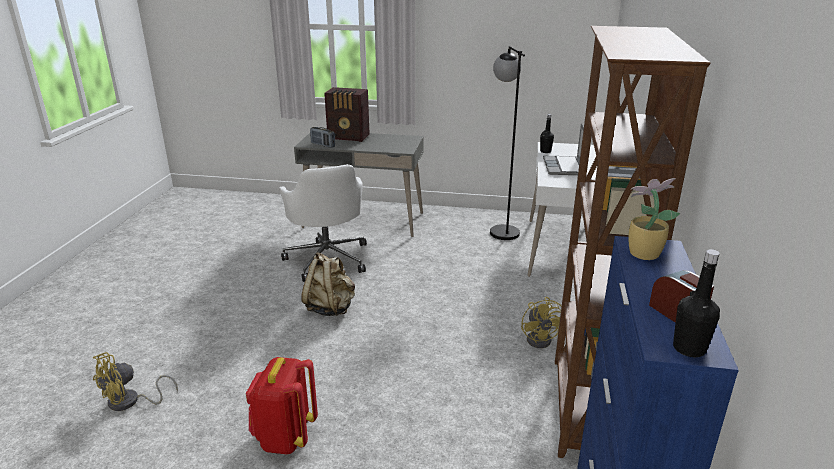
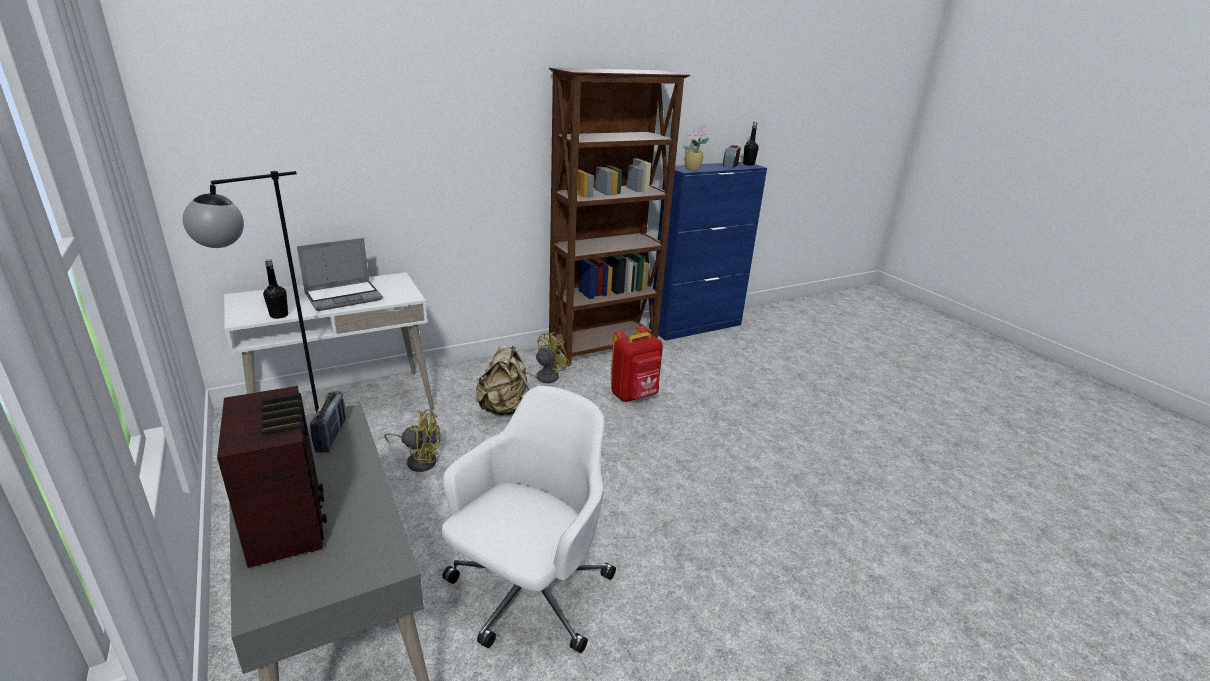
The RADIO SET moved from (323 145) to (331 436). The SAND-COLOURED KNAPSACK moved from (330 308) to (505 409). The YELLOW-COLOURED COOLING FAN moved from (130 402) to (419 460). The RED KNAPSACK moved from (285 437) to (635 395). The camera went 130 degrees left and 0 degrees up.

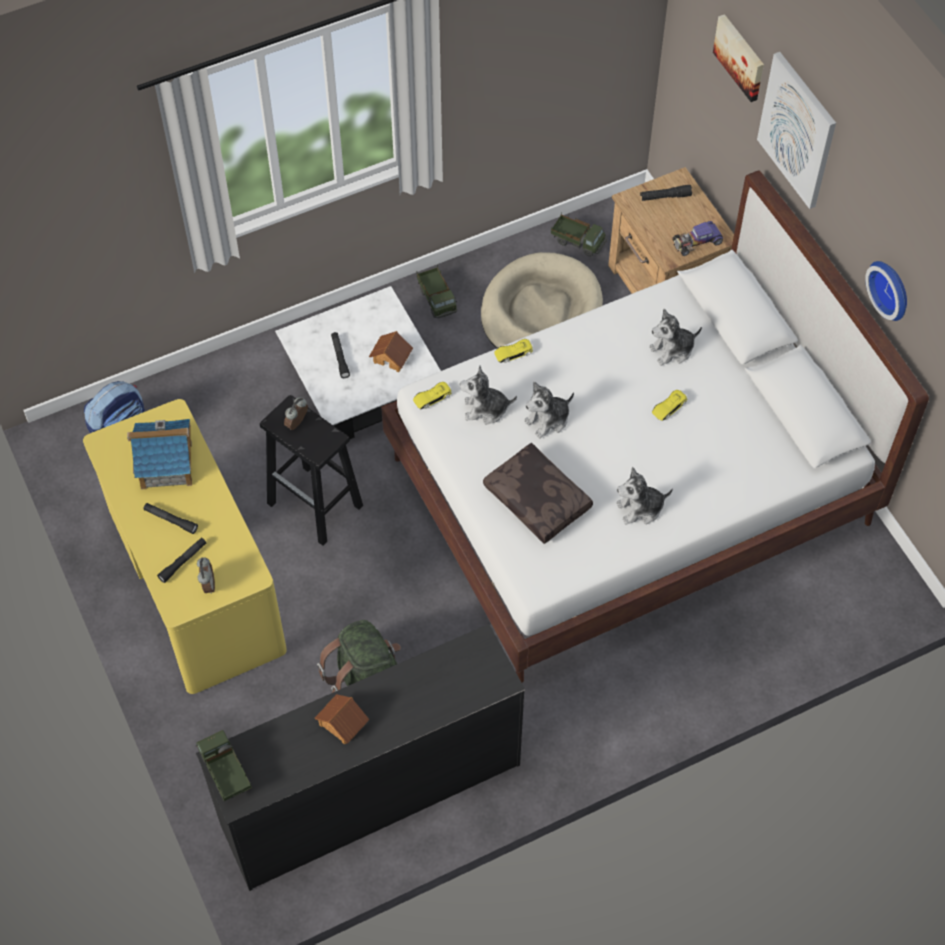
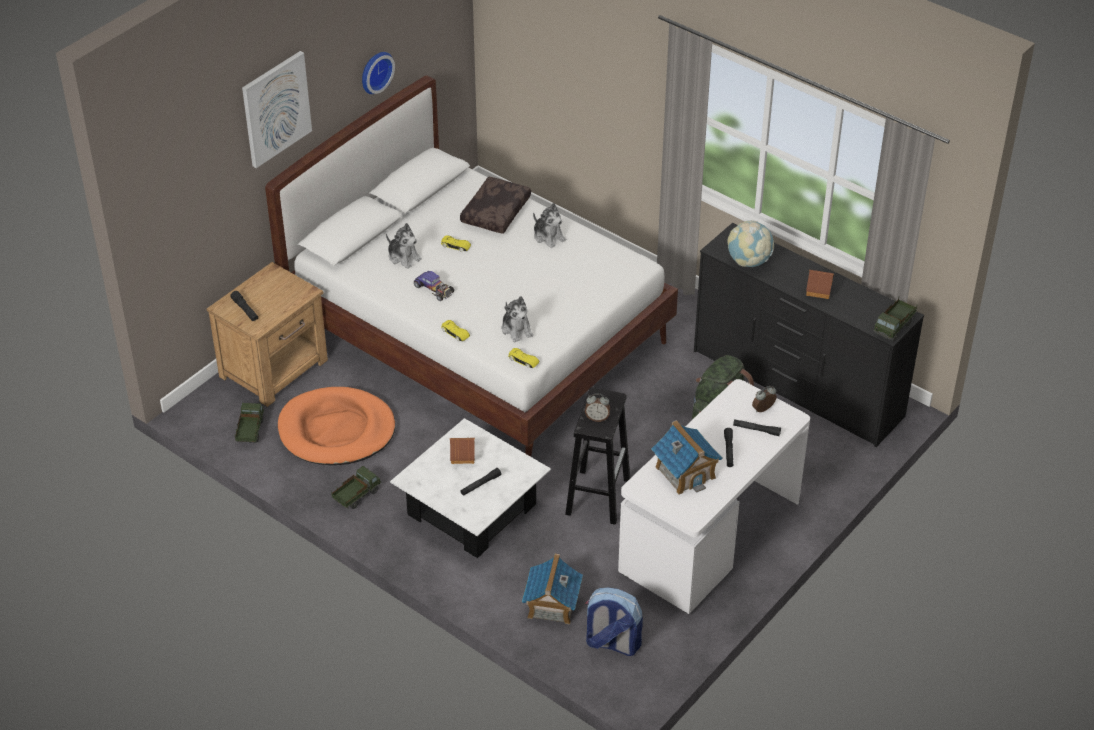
The WALL ART at (740 57) disappeared. The MINIATURE CAR moved from (696 242) to (434 289). The SAND-COLOURED DOG BED at (540 312) became the ORANGEY DOG BED at (336 431). The PLUSH TOY at (548 420) disappeared. The YELLOW-COLOURED DESK TABLE at (194 582) became the WHITE DESK TABLE at (710 539). The BROWN CUSHION moved from (539 499) to (495 211). The GLOBE at (749 261) appeared. The TOY HOUSE at (552 605) appeared. The camera went 115 degrees left and 15 degrees down.

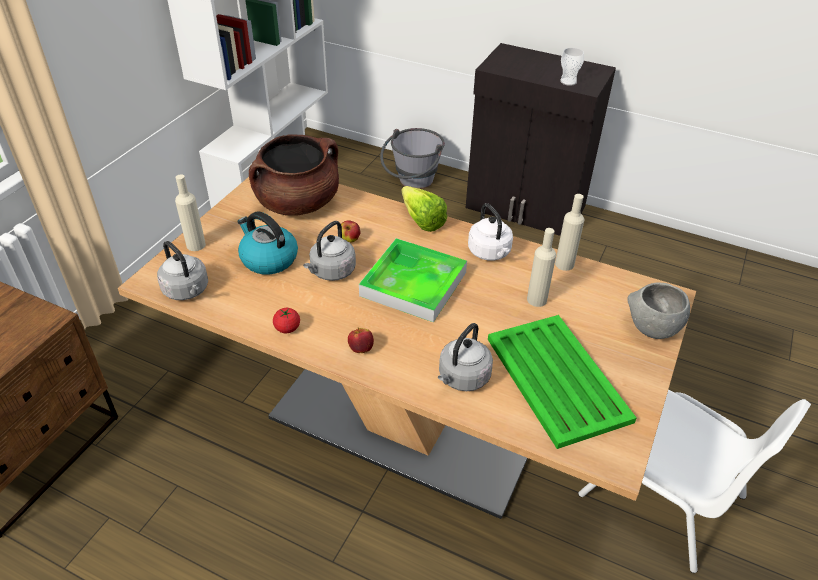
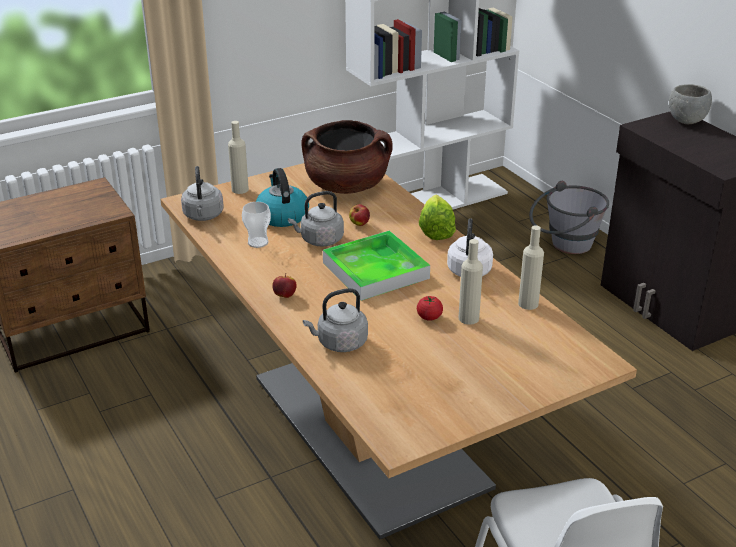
The CUP moved from (568 82) to (258 242). The GREY SERVING BOWL moved from (651 329) to (686 121). The FRESH TOMATO moved from (287 328) to (429 317). The GREEN-COLOURED SERVING TRAY at (557 380) disappeared. The camera went 35 degrees right and 10 degrees down.

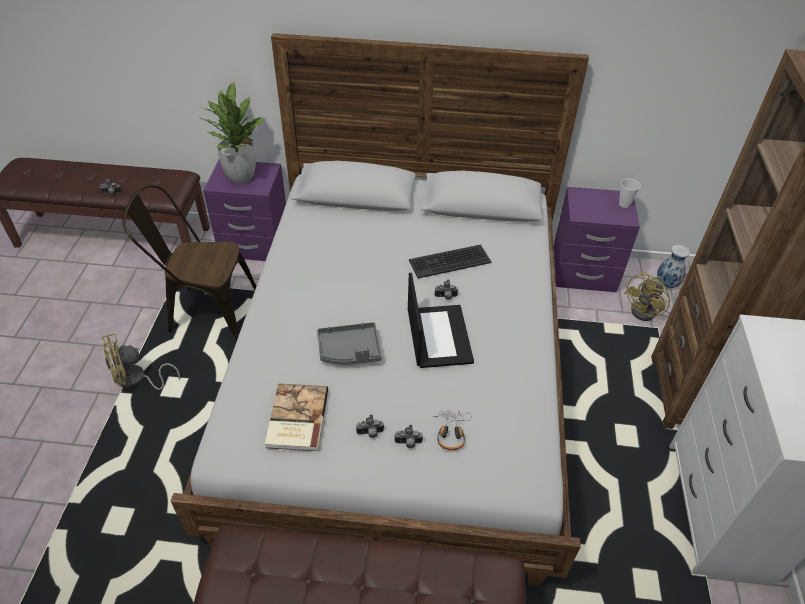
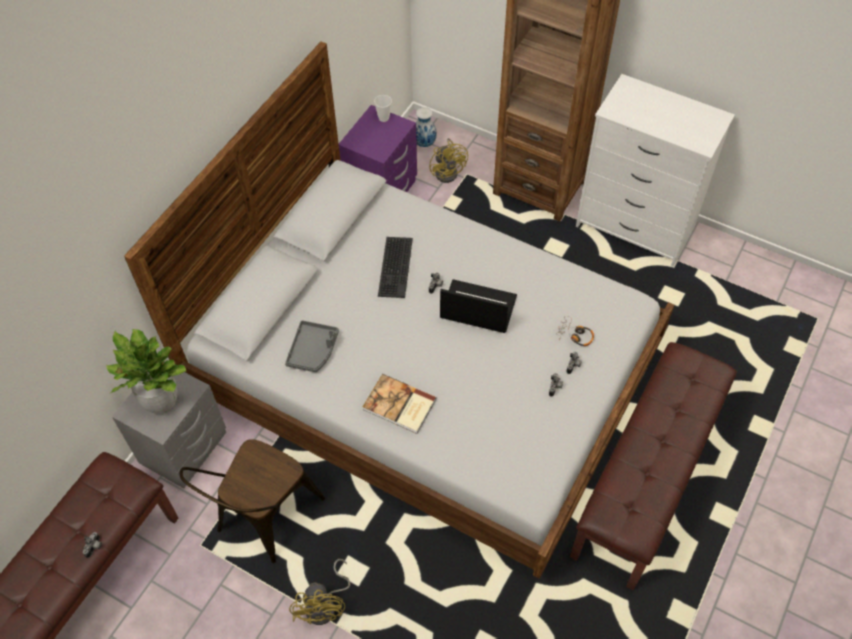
The PURPLISH NIGHT TABLE at (255 244) became the GREY NIGHT TABLE at (183 448). The GREY SERVING TRAY moved from (349 350) to (313 350). The BOUND BOOK moved from (296 419) to (399 406). The camera went 65 degrees left and 10 degrees up.

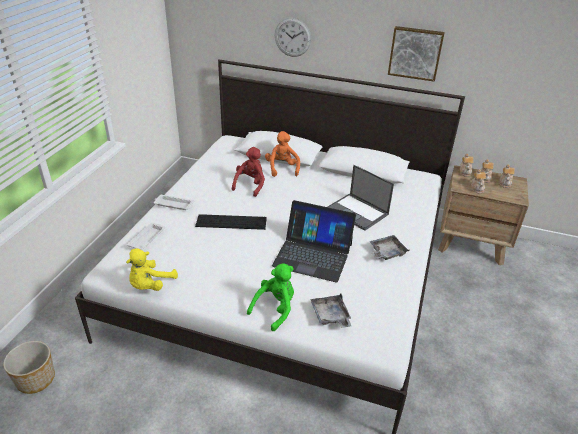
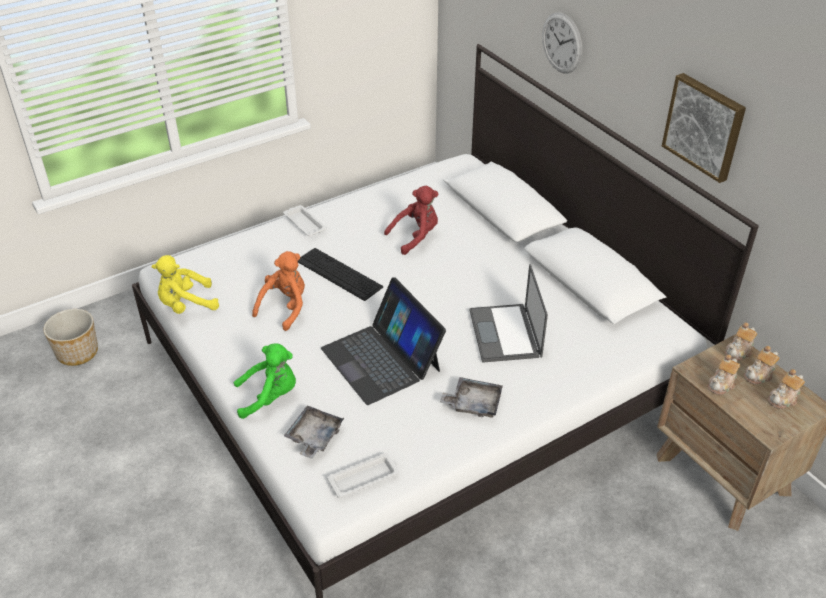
The ORANGEY PLUSH TOY moved from (282 168) to (285 307). The WHITE SERVING TRAY moved from (147 238) to (365 478). The camera went 40 degrees right and 5 degrees up.

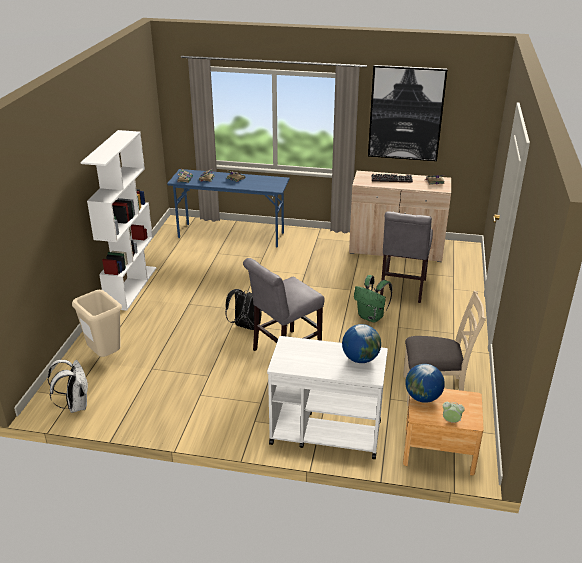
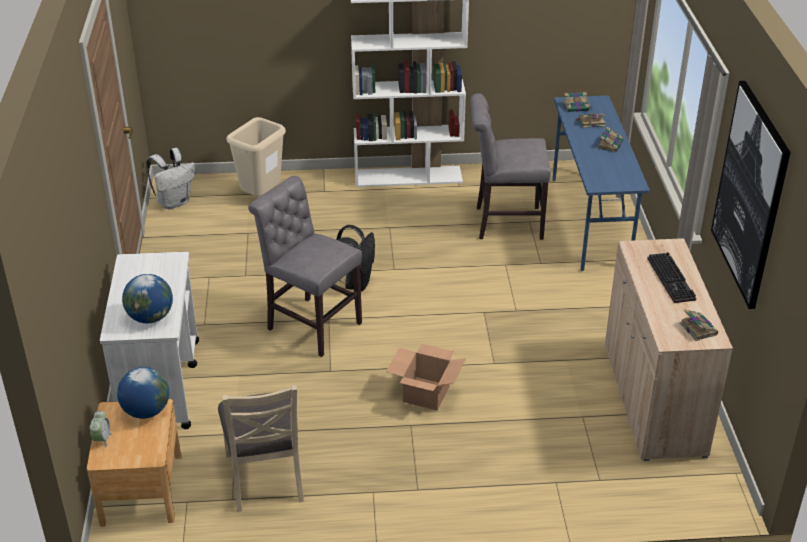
The GREY CHAIR moved from (402 290) to (504 223). The GREEN-COLOURED KNAPSACK at (371 317) was replaced by the PACKING BOX at (426 394). The camera went 75 degrees right and 5 degrees up.

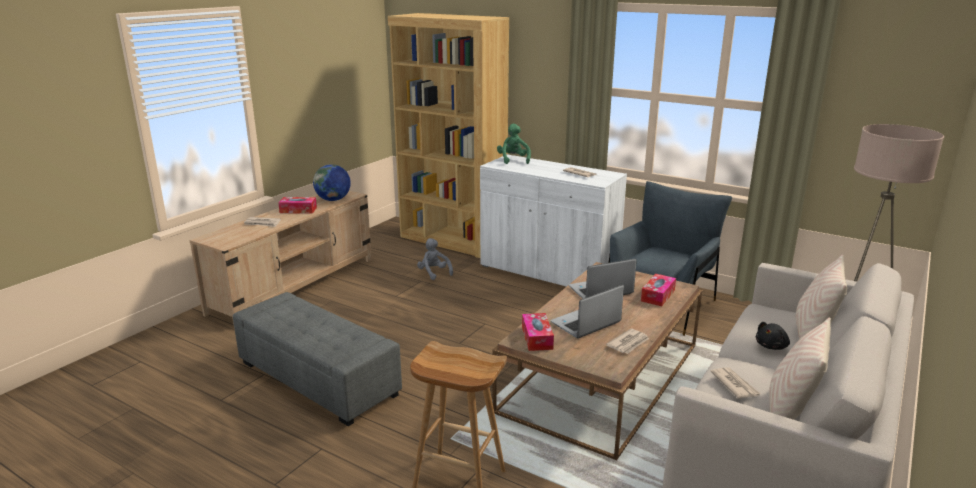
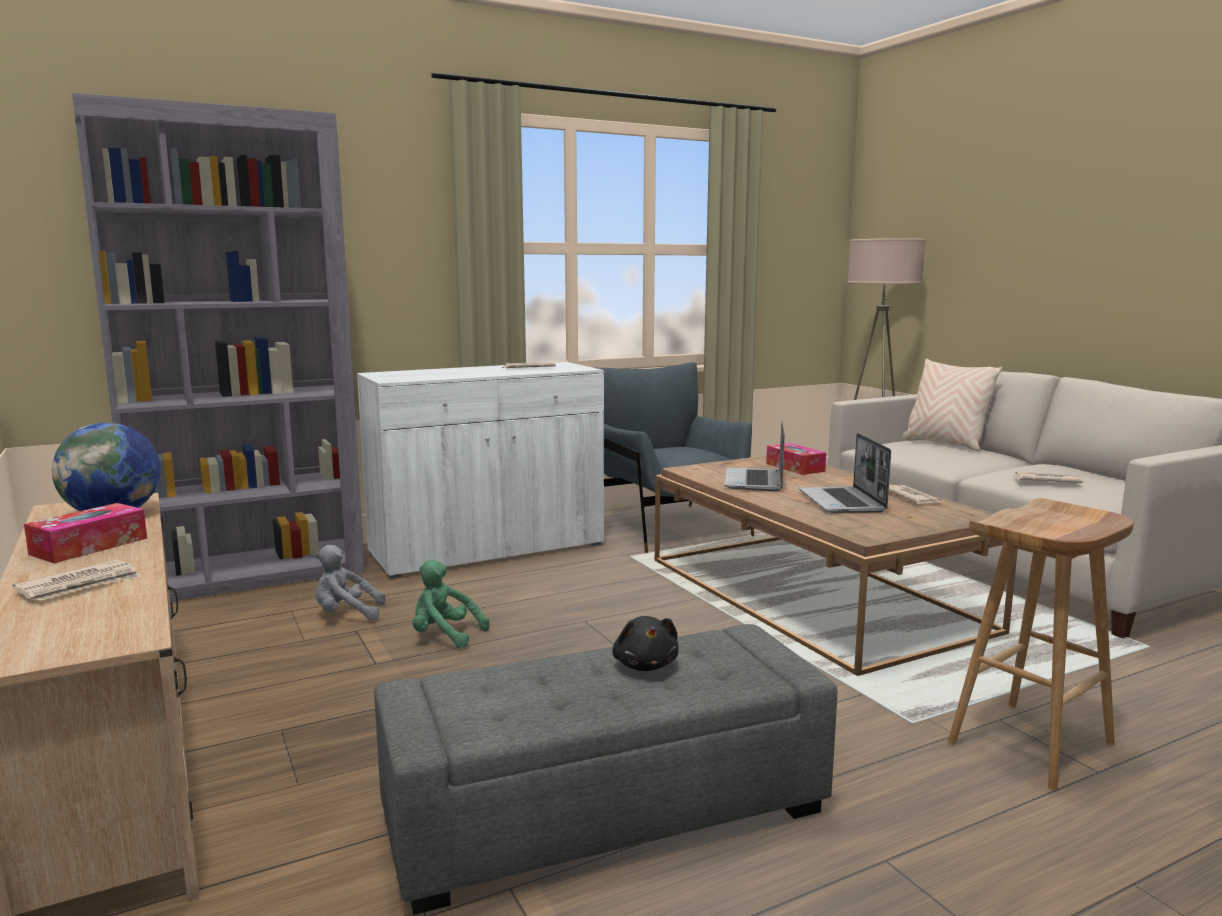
The BROWN BOOKCASE at (452 240) became the GREY BOOKCASE at (252 575). The GREEN-COLOURED PLUSH TOY moved from (513 160) to (445 635). The TISSUE HOLDER at (537 338) disappeared. The SAND-COLOURED CUSHION at (790 411) disappeared. The BLACKISH PLUSH TOY moved from (772 346) to (645 665). The camera went 60 degrees left and 10 degrees down.

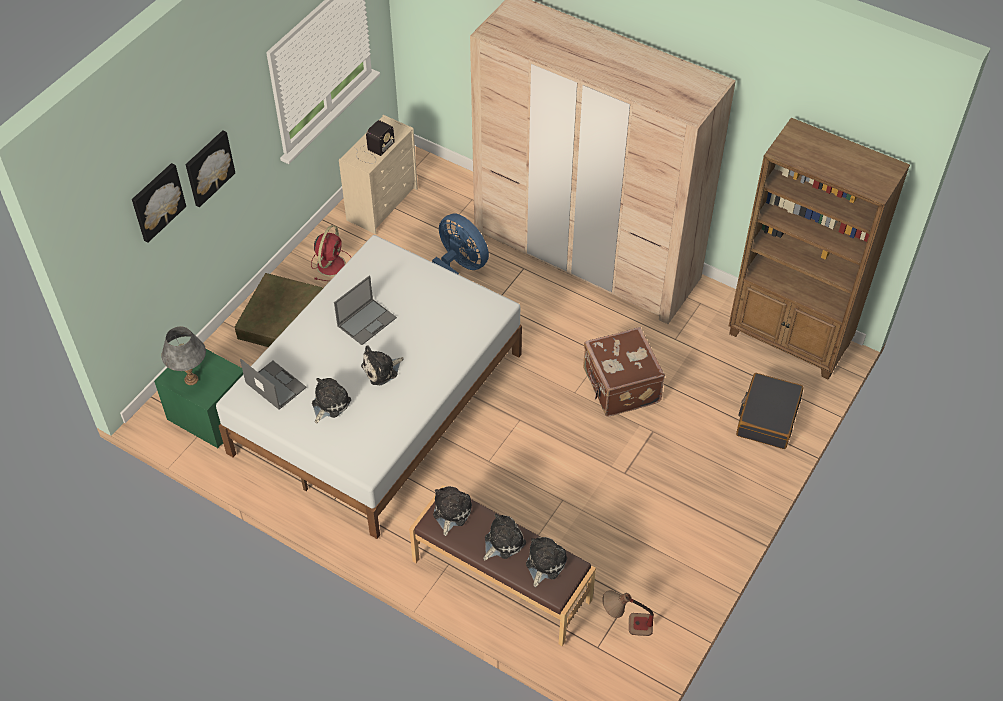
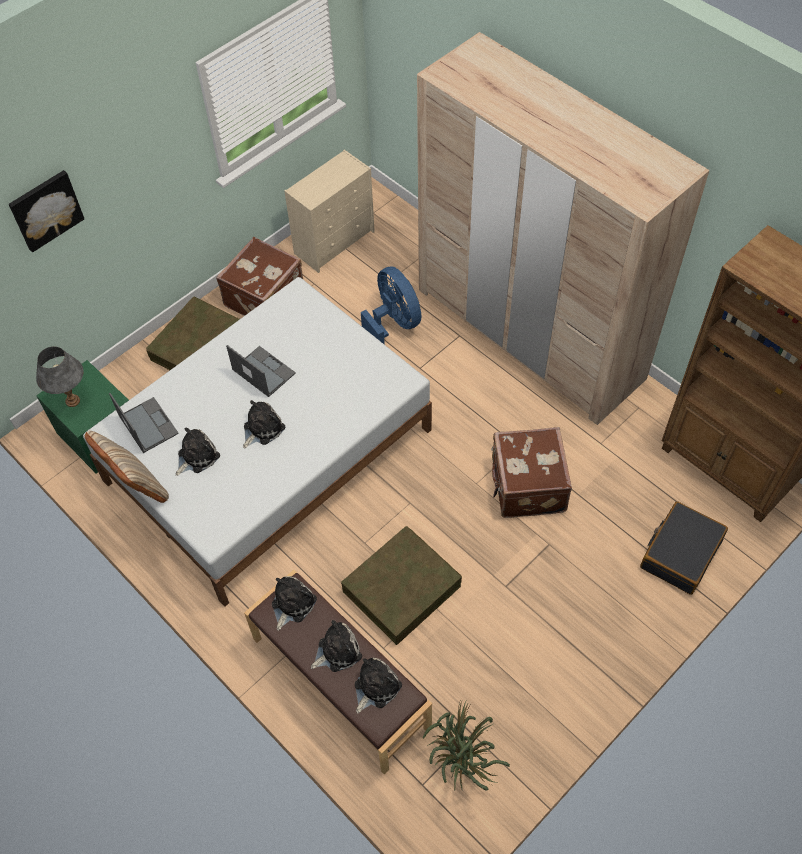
The RADIO SET at (374 150) disappeared. The WALL ART at (208 167) disappeared. The RED COOLING FAN at (331 264) was replaced by the BROWN TRAVEL CASE at (265 297). The LAPTOP at (367 321) turned 105 degrees counterclockwise. The PLUSH TOY at (382 370) turned 150 degrees clockwise. The TABLE LAMP at (626 624) was replaced by the PLANT IN A POT at (461 764). The SAND-COLOURED CUSHION at (136 485) appeared. The BROWN STORAGE BIN at (401 588) appeared. The camera went 15 degrees right and 5 degrees up.

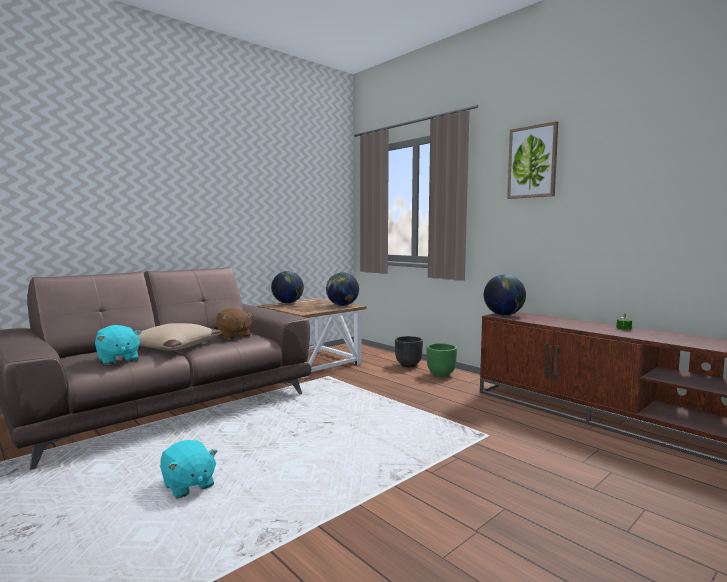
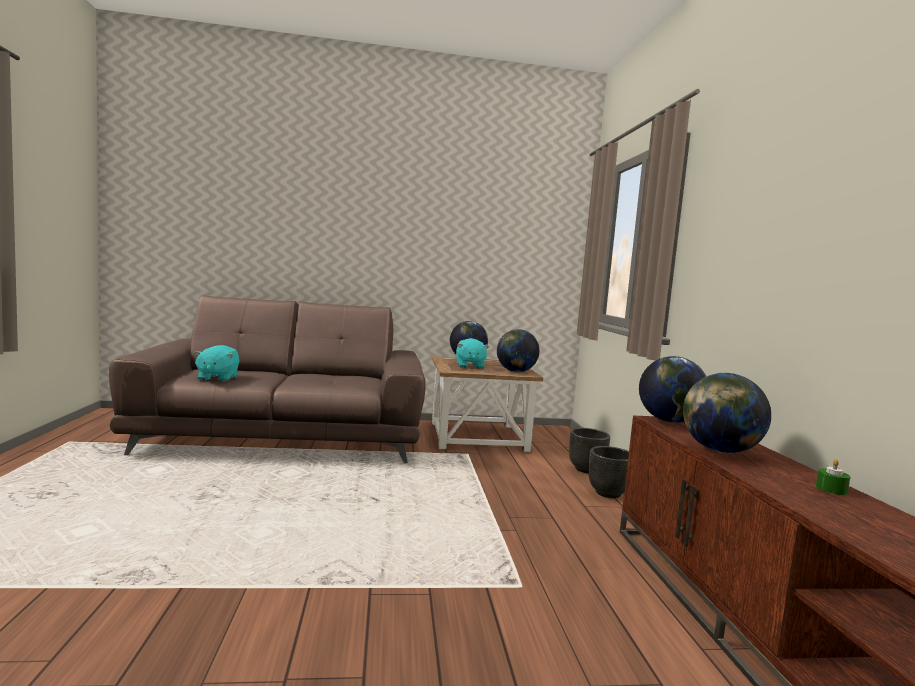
The WALL ART at (532 162) disappeared. The BROWN PLUSH TOY at (233 336) disappeared. The SAND-COLOURED CUSHION at (172 346) disappeared. The GREEN-COLOURED FLOWER POT at (440 375) became the BLACKISH FLOWER POT at (607 493). The BLUE-GREEN PLUSH TOY moved from (188 485) to (469 366). The GLOBE at (719 451) appeared. The camera went 35 degrees right and 0 degrees up.

